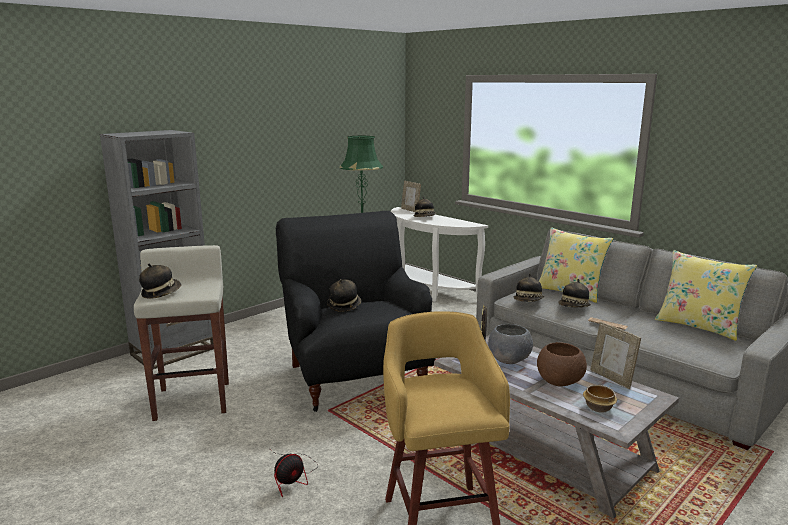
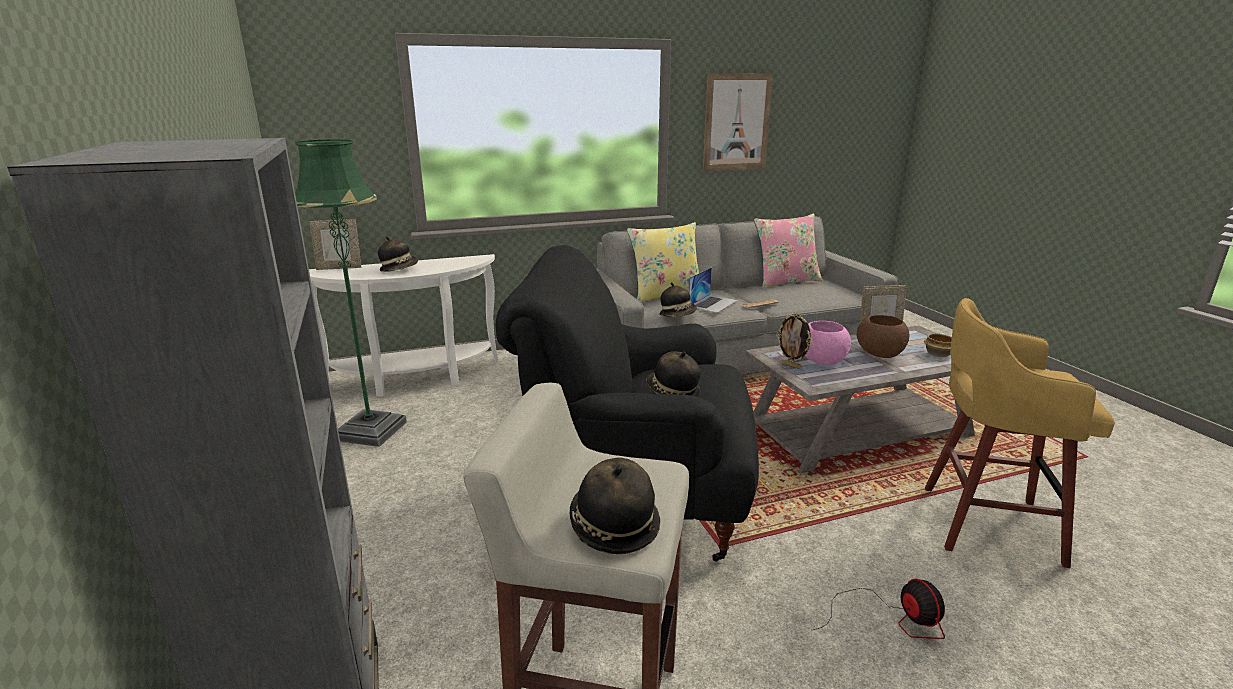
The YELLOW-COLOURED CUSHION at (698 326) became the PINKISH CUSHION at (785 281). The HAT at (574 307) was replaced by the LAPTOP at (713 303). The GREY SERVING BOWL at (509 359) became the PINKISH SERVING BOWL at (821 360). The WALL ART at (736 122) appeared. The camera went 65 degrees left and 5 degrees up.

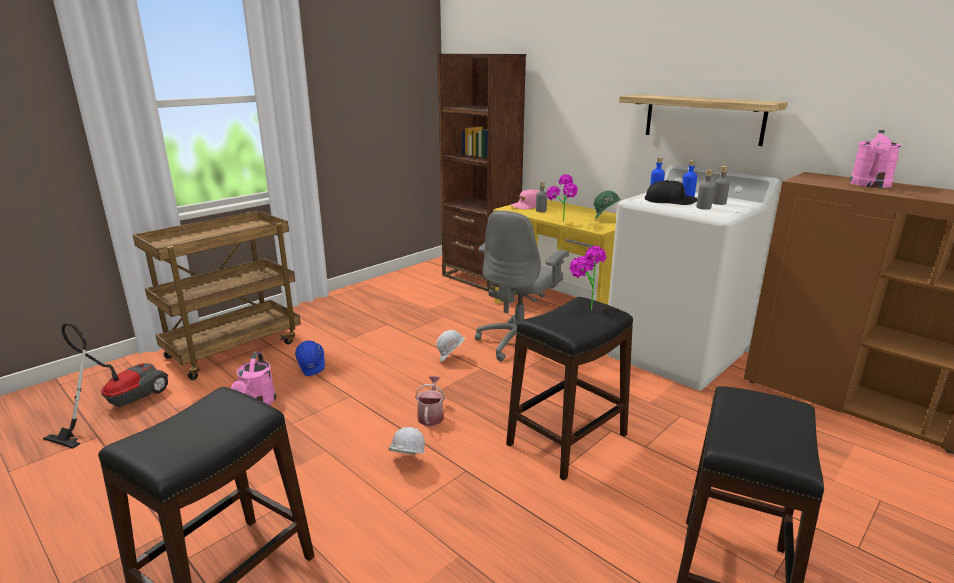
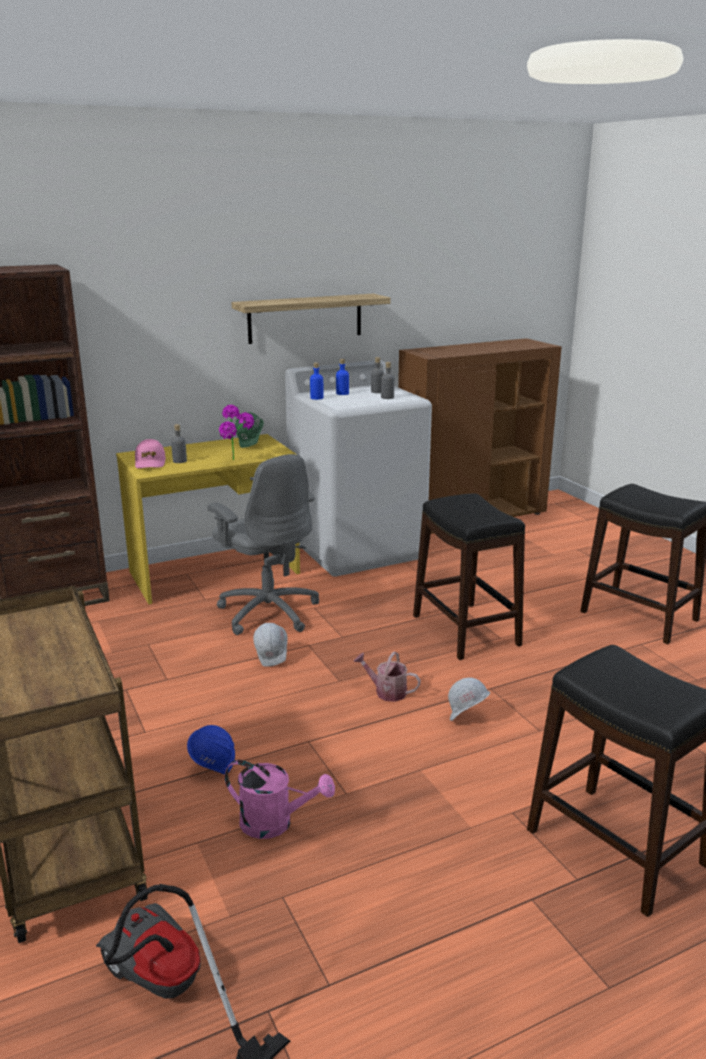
The PINKISH WATERING CAN at (870 185) disappeared. The BLACKISH PEAKED CAP at (670 201) disappeared. The PLANT IN A POT at (582 309) disappeared. The camera went 70 degrees left and 0 degrees up.

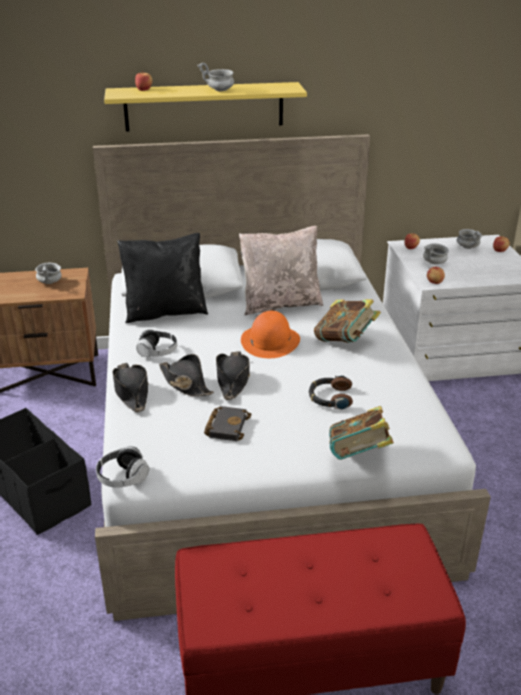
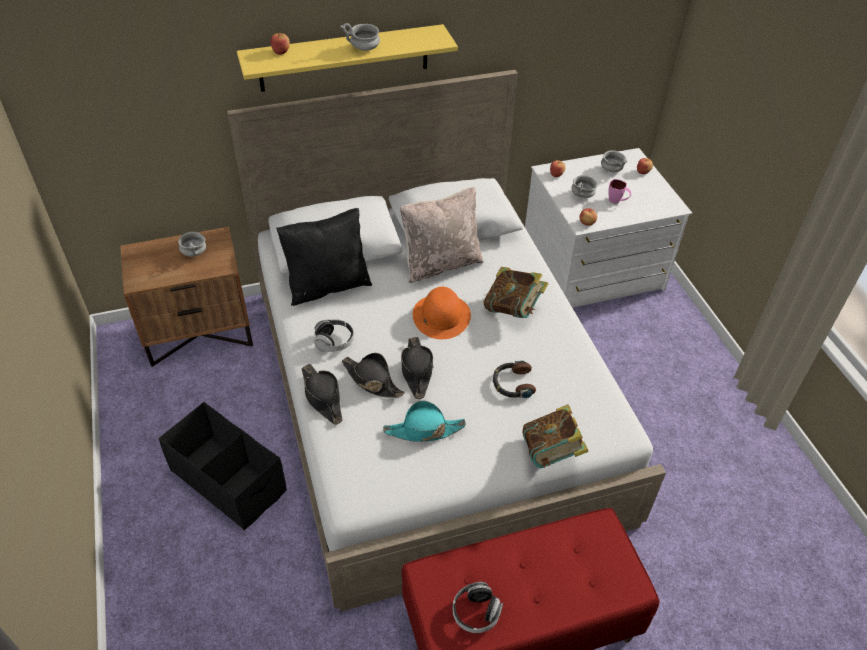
The BLACKISH BOUND BOOK at (226 426) was replaced by the BLUE-GREEN HAT at (424 430). The HEADSET moved from (122 477) to (476 613). The PINKISH COFFEE MUG at (617 201) appeared. The camera went 10 degrees left and 15 degrees up.

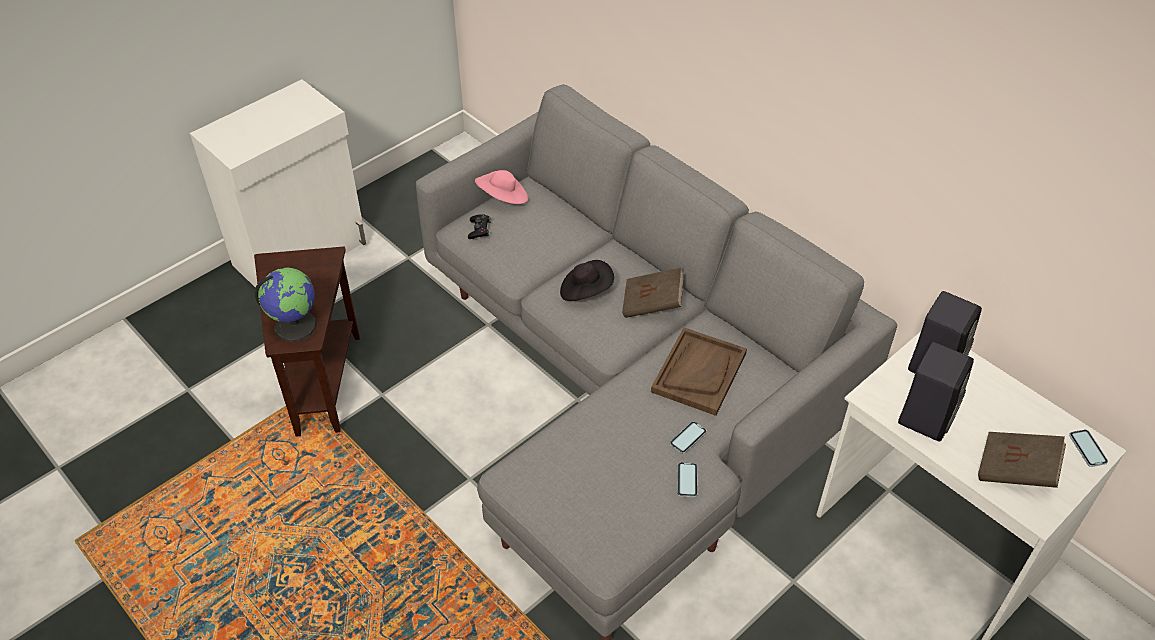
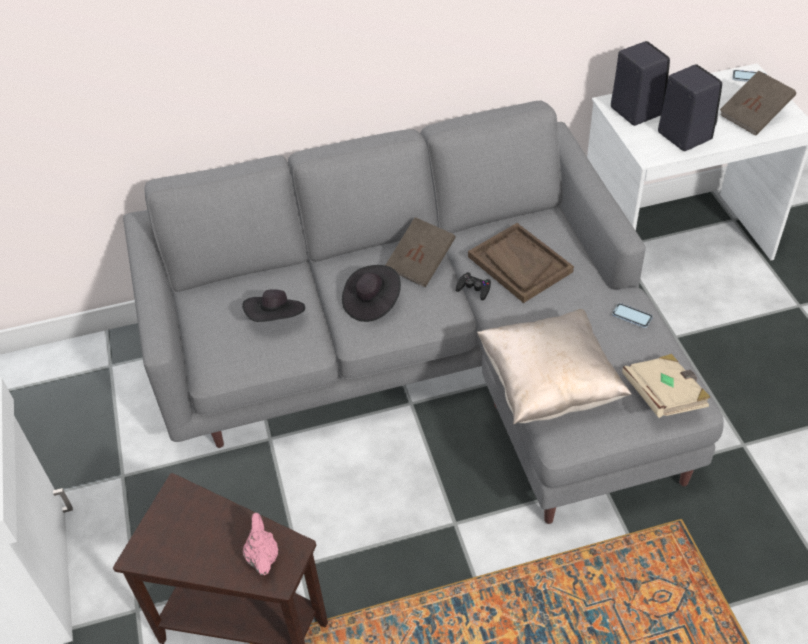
The PINKISH HAT at (503 197) disappeared. The BLACKISH GAME CONTROLLER moved from (479 229) to (474 288). The GLOBE at (295 325) was replaced by the PINKISH TEA POT at (262 556). The TELEPHONE at (688 438) disappeared. The BLACKISH HAT at (276 318) appeared. The SAND-COLOURED CUSHION at (549 386) appeared. The SAND-COLOURED BOUND BOOK at (664 396) appeared. The camera went 60 degrees left and 0 degrees up.

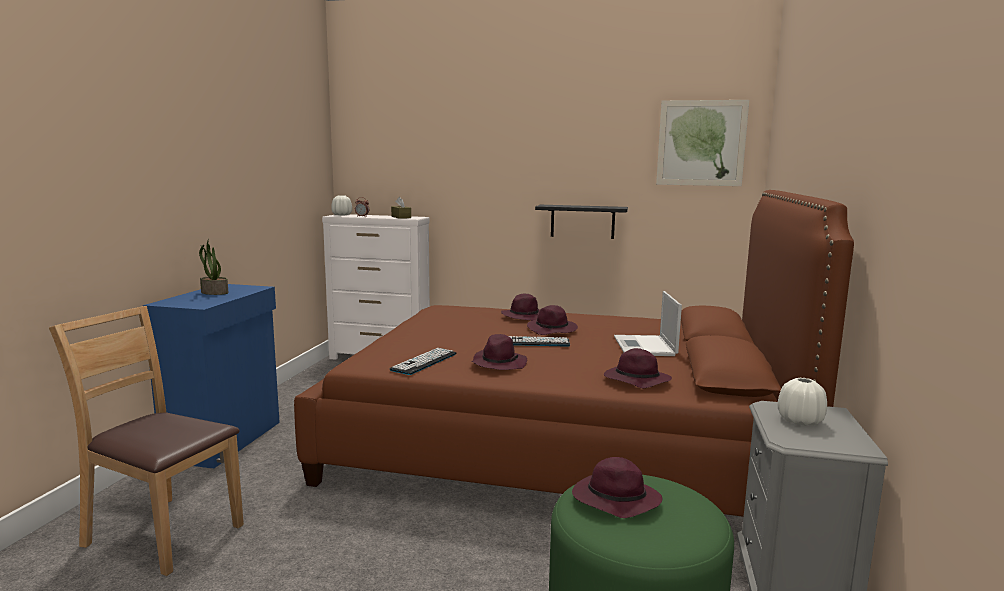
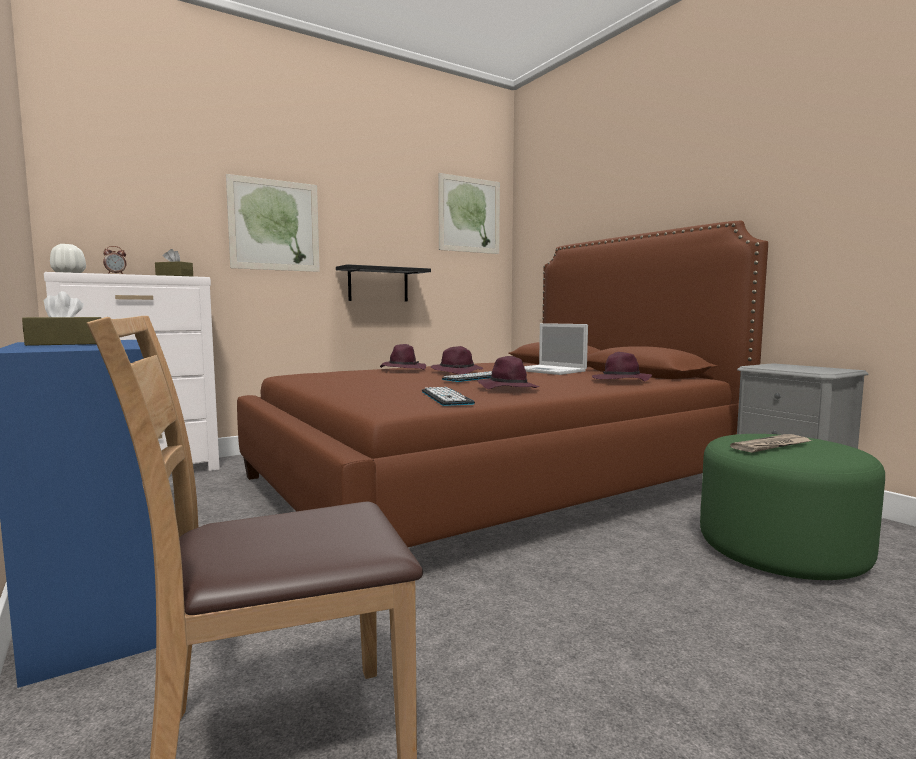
The PLANT IN A POT at (214 292) was replaced by the BROWN TISSUE HOLDER at (65 344). The WHITE FLOWER VASE at (800 421) disappeared. The PURPLISH HAT at (614 500) was replaced by the DAILY PAPER at (771 446). The WALL ART at (274 225) appeared. The camera went 45 degrees left and 5 degrees down.

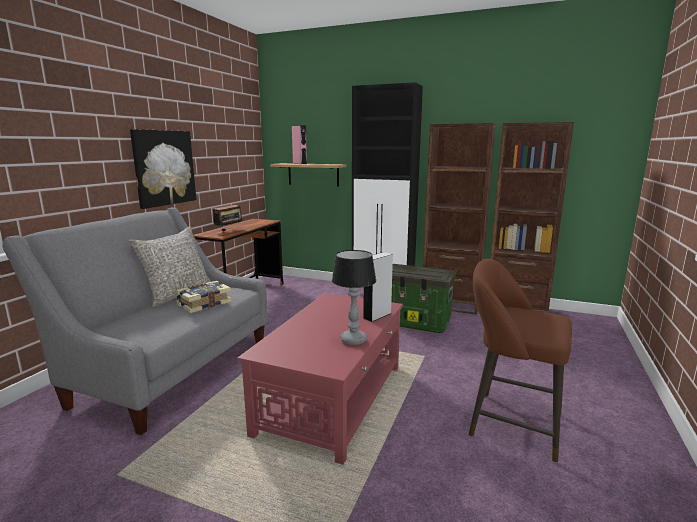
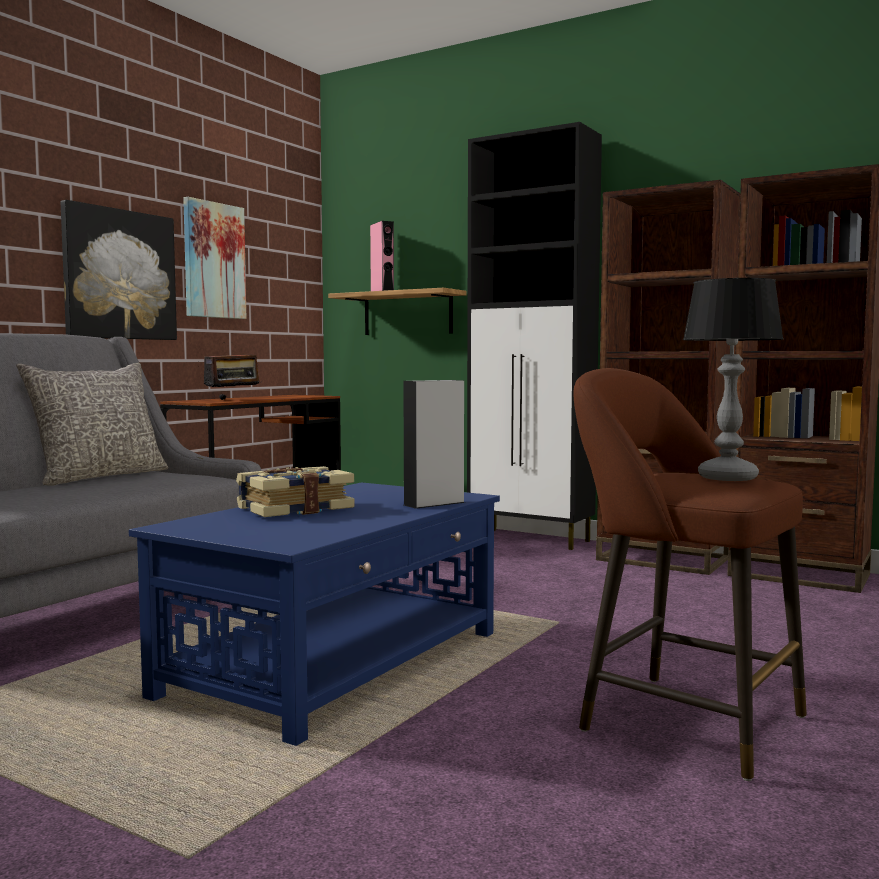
The TABLE LAMP moved from (354 340) to (728 477). The STORAGE BIN at (417 322) disappeared. The BOUND BOOK moved from (204 304) to (294 509). The RED LOUNGE TABLE at (333 398) became the BLUISH LOUNGE TABLE at (338 663). The WALL ART at (213 260) appeared. The camera went 10 degrees right and 10 degrees down.

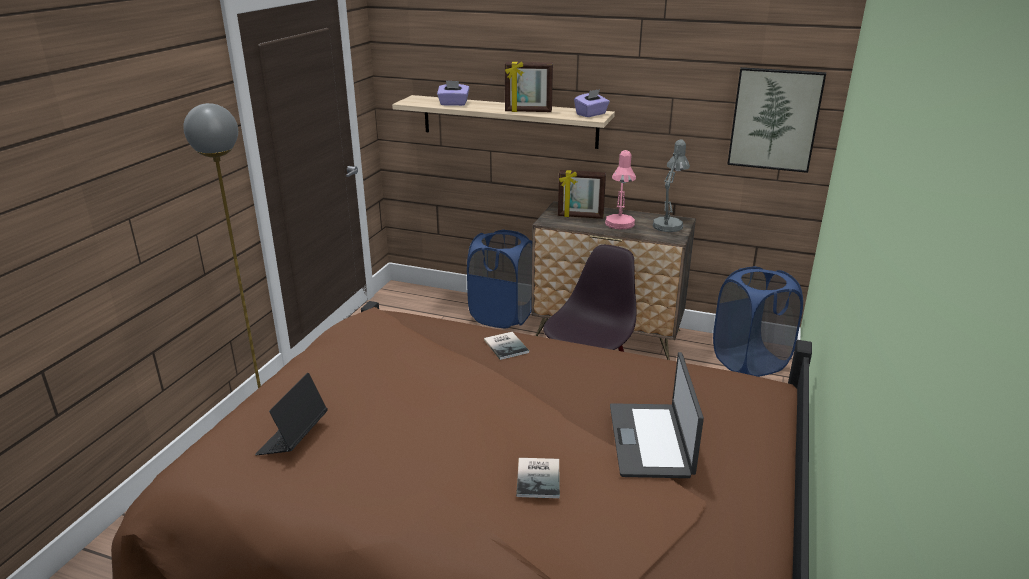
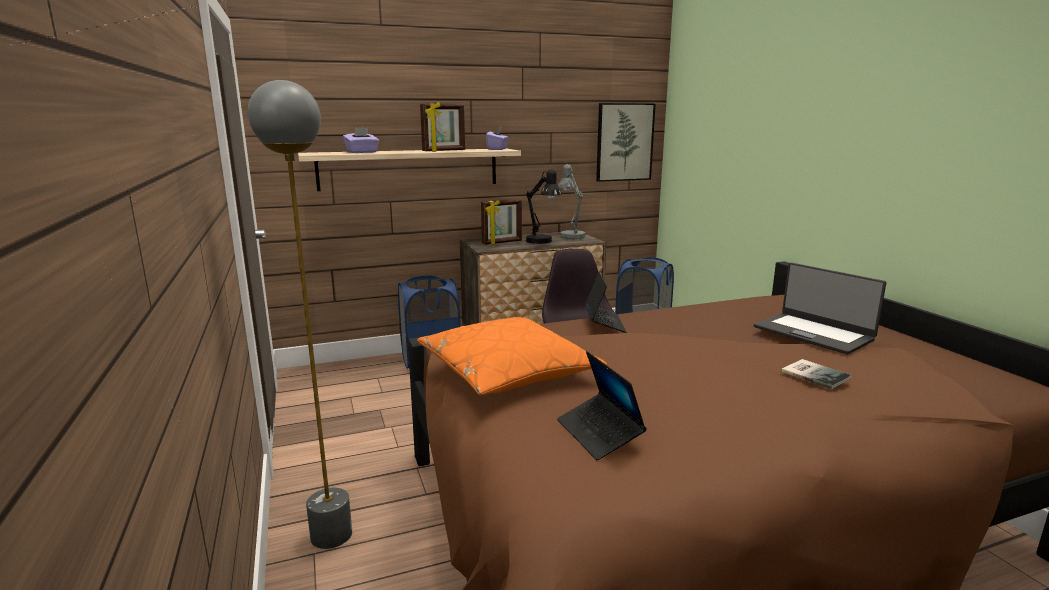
The PINKISH TABLE LAMP at (619 226) became the BLACKISH TABLE LAMP at (542 242). The BOUND BOOK at (506 345) was replaced by the LAPTOP at (604 323). The ORANGEY CUSHION at (507 371) appeared. The camera went 40 degrees left and 10 degrees down.

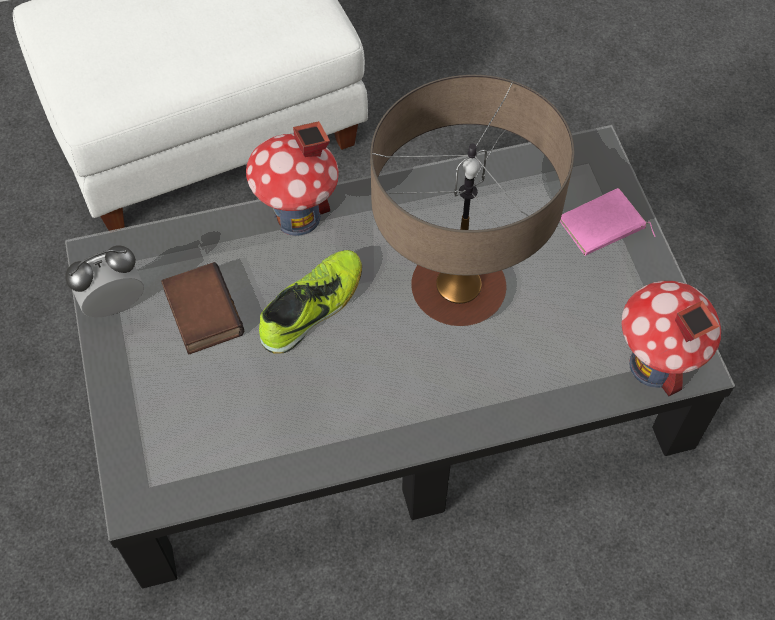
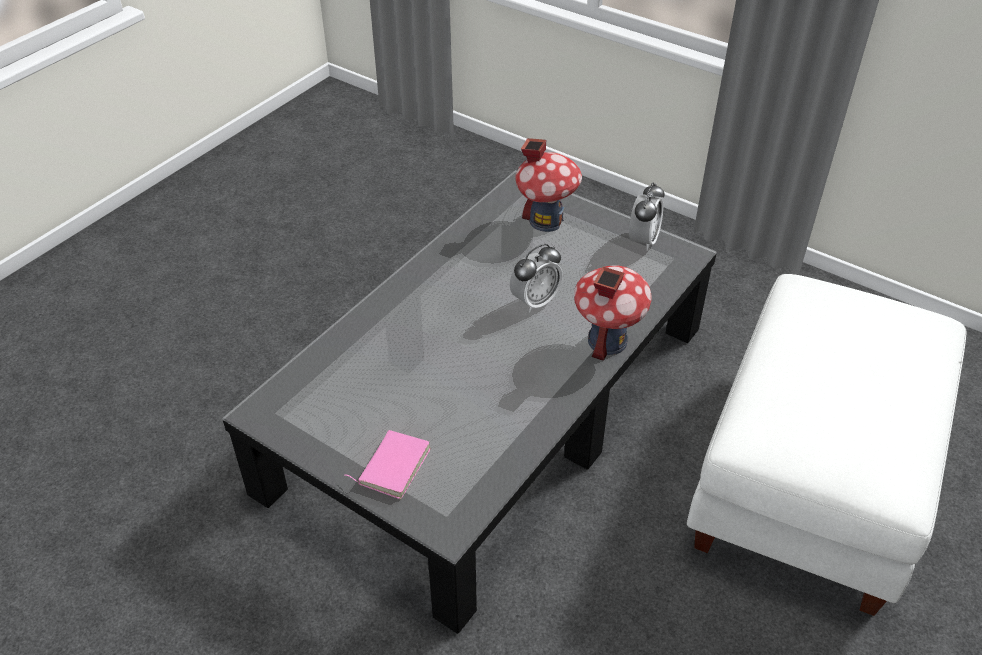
The TABLE LAMP at (458 290) disappeared. The LOW SHOE at (313 307) was replaced by the BEDSIDE CLOCK at (535 301). The BOUND BOOK at (200 312) disappeared. The TOY HOUSE moved from (654 365) to (546 220). The camera went 140 degrees right and 15 degrees down.

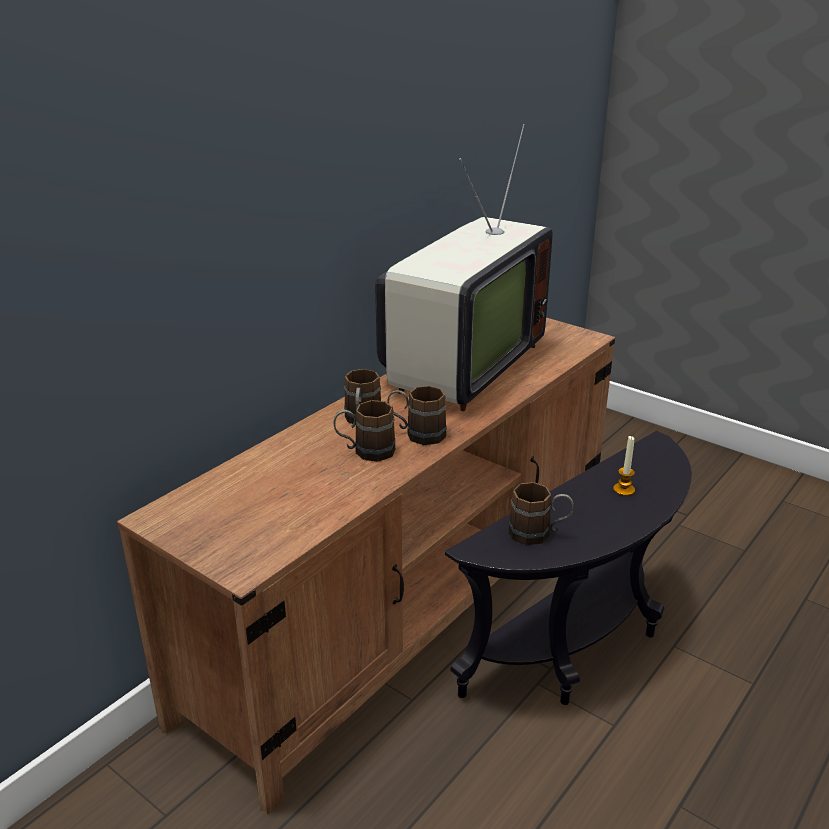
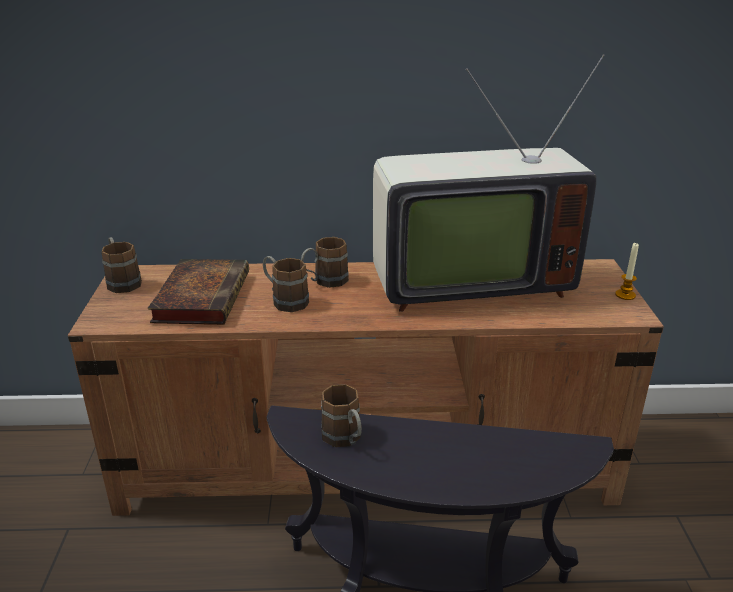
The BROWN COFFEE MUG moved from (417 434) to (122 281). The WAX CANDLE moved from (624 490) to (625 295). The BOUND BOOK at (202 296) appeared. The camera went 50 degrees right and 0 degrees up.

